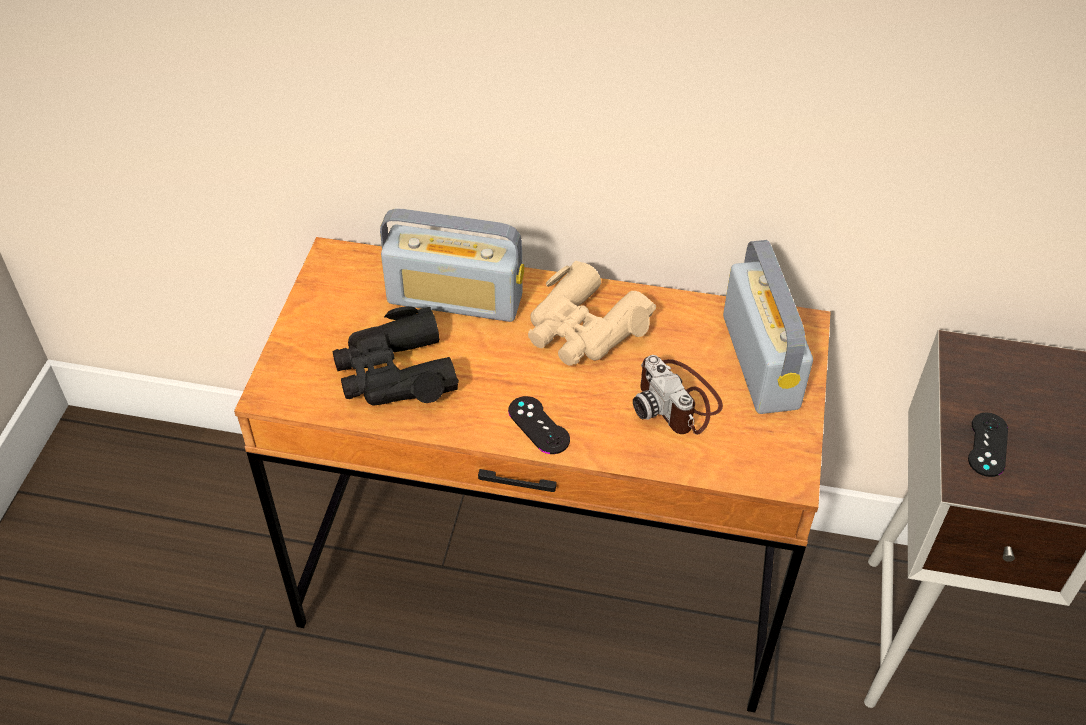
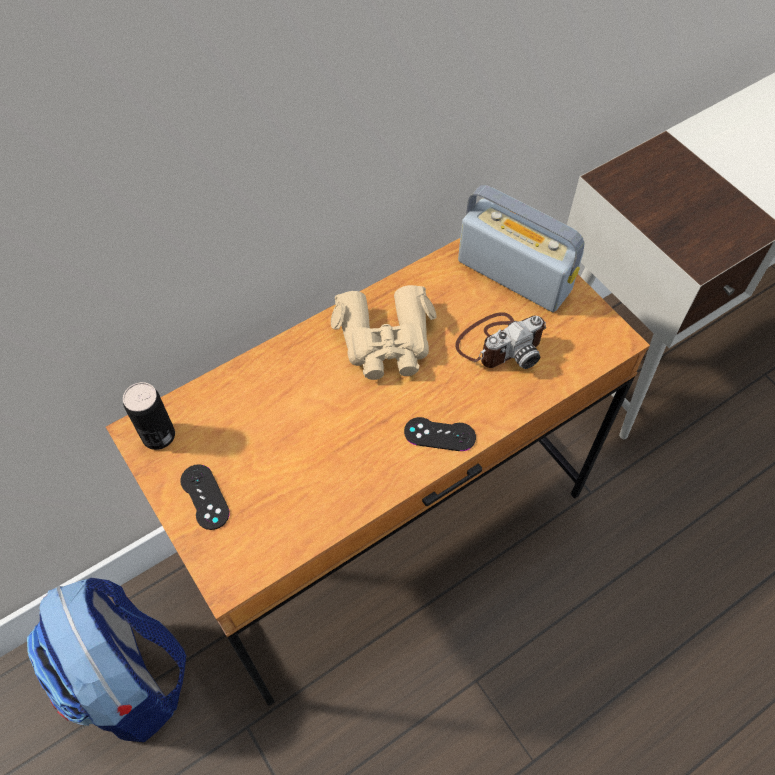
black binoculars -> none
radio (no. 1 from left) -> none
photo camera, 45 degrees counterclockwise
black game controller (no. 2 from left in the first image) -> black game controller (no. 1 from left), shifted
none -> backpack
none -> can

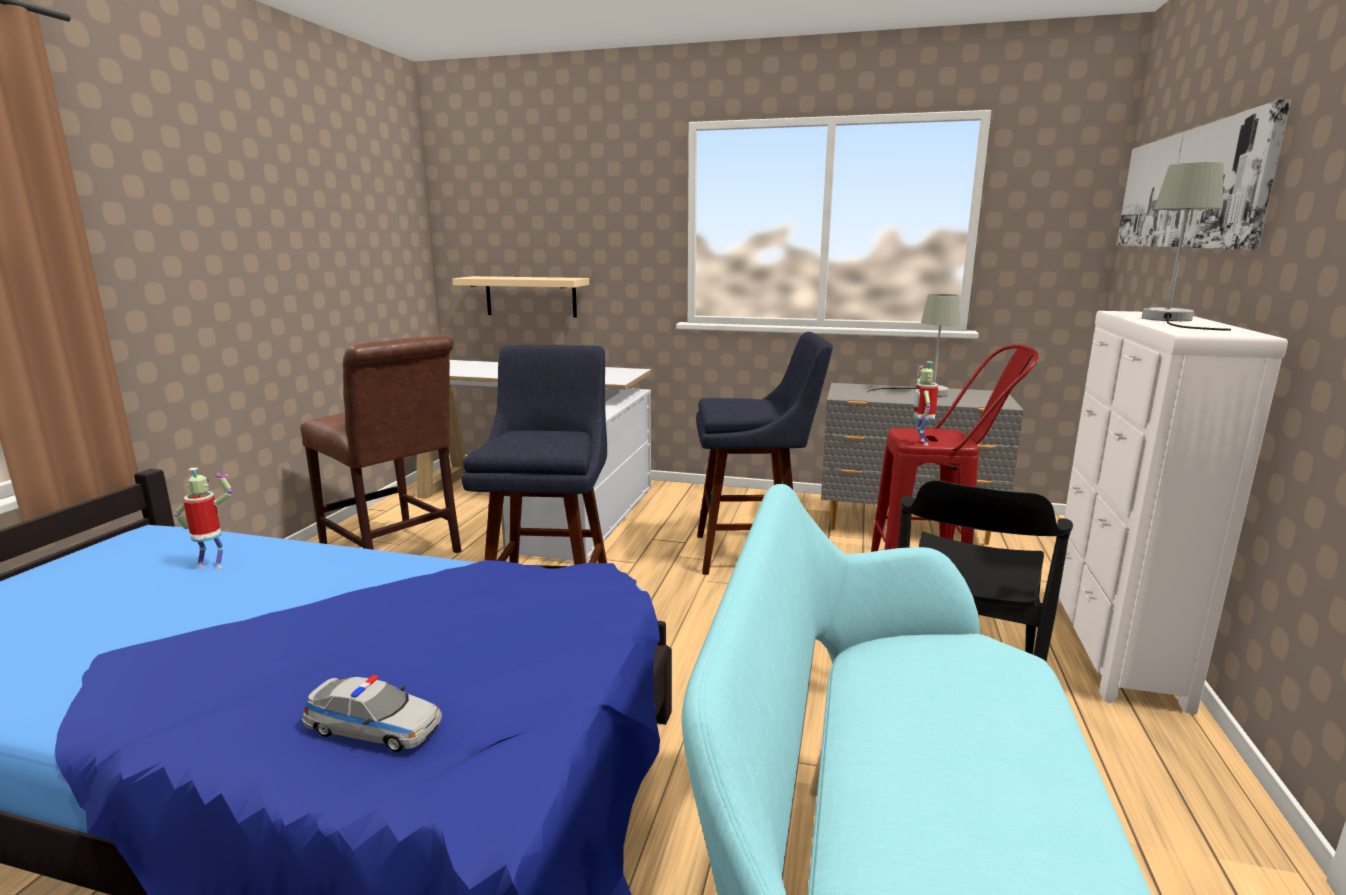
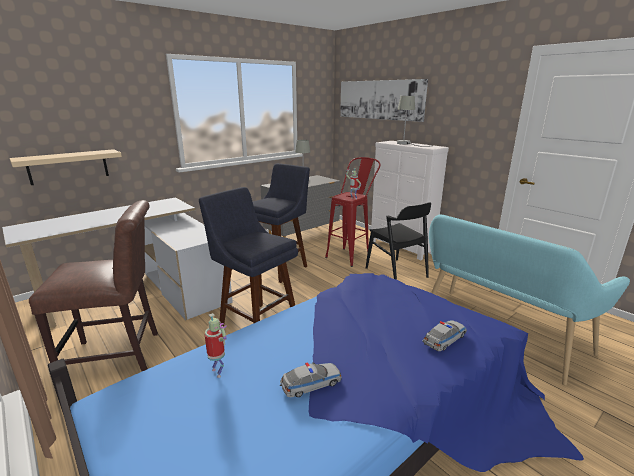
toy robot (no. 1 from left), 105 degrees clockwise
none -> toy car (no. 1 from left)

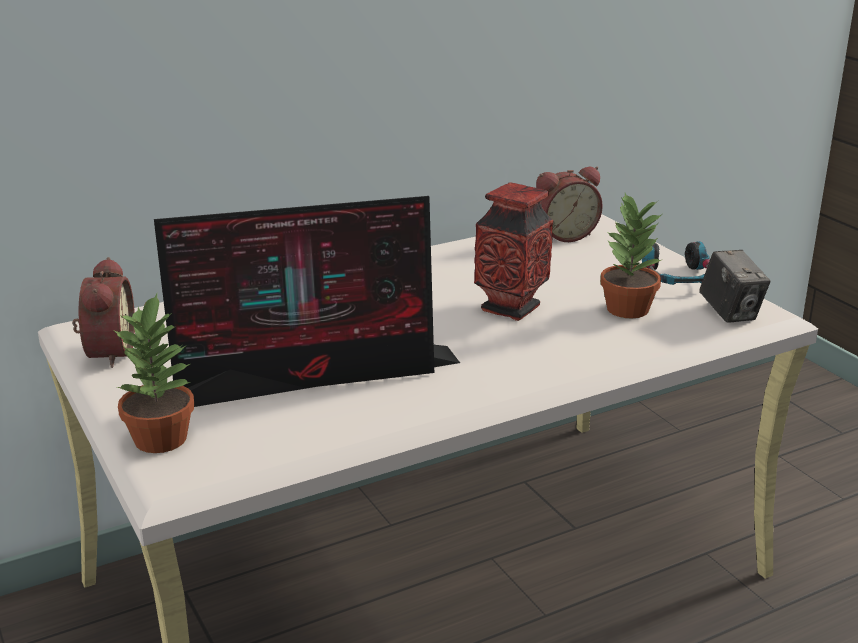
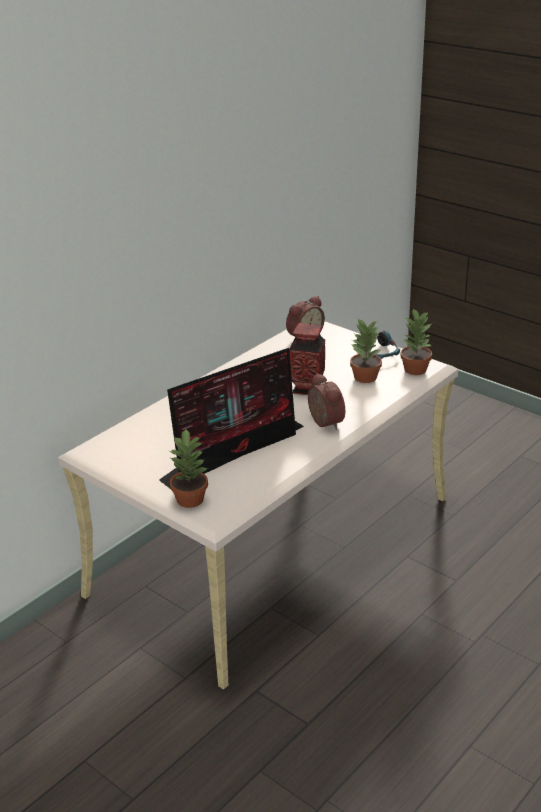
alarm clock (no. 1 from left in the first image) -> alarm clock (no. 2 from left), shifted
photo camera -> potted plant (no. 3 from left)

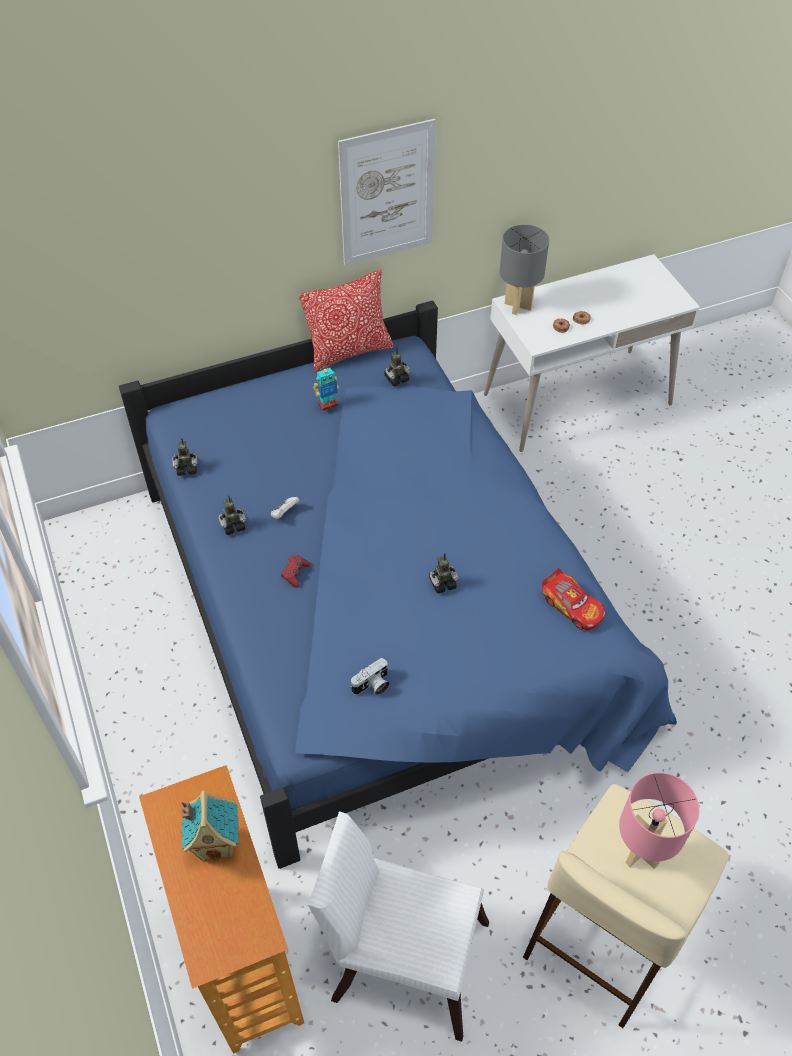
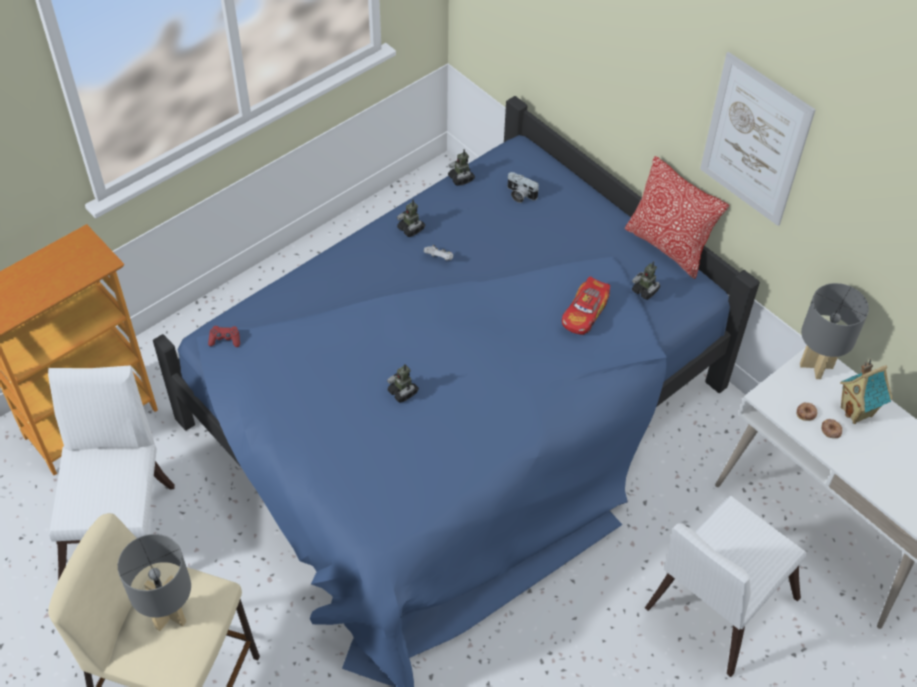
toy house, shifted
red game controller, shifted
toy robot (no. 3 from left) -> none
photo camera, shifted
toy car, shifted
pink table lamp -> grey table lamp (no. 1 from left)
none -> white chair (no. 2 from left)

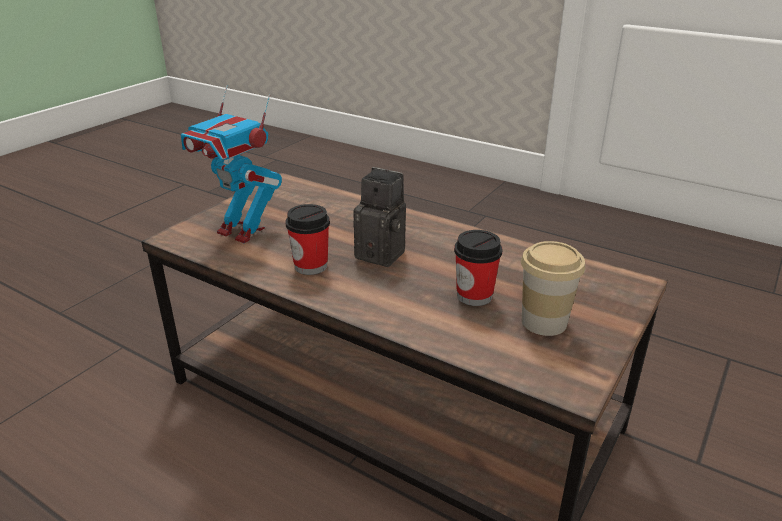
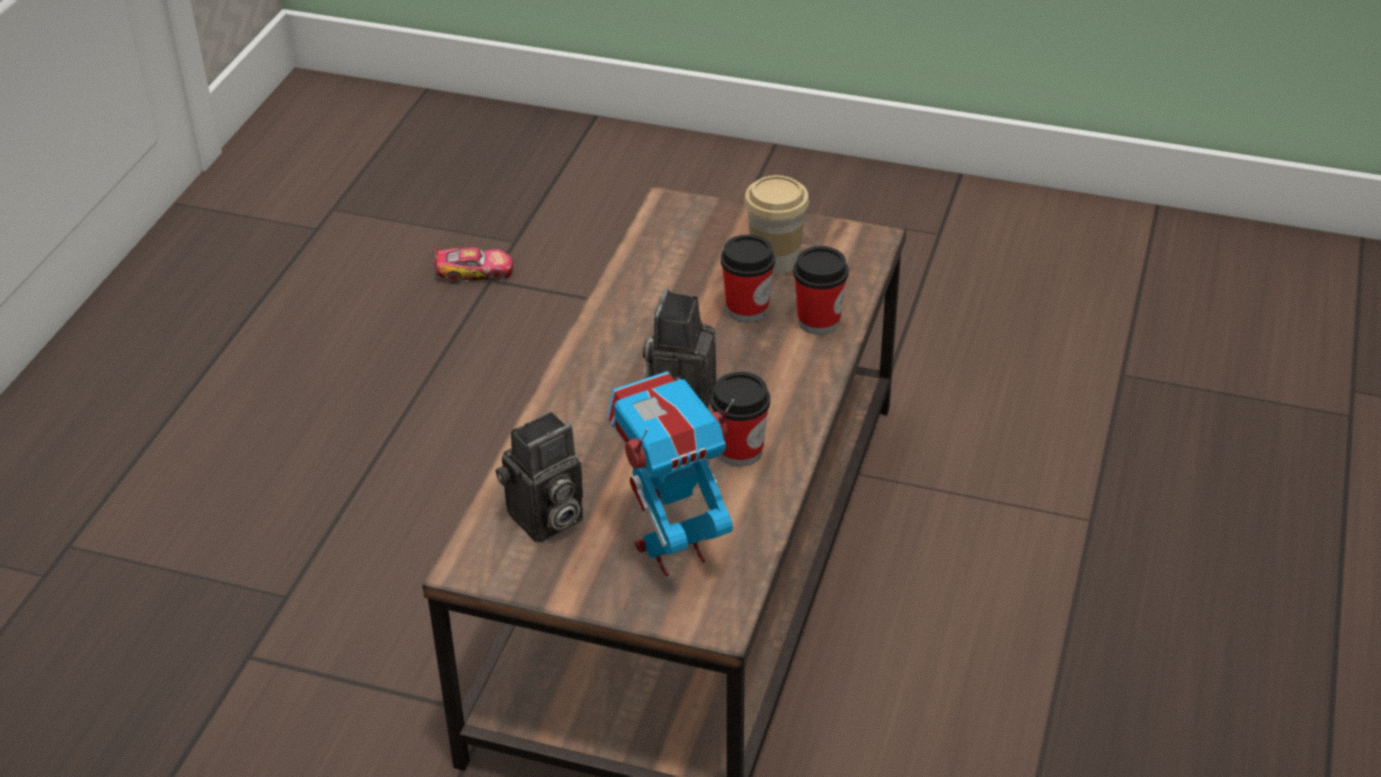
toy robot, 135 degrees counterclockwise
none -> toy car
none -> photo camera (no. 1 from left)
none -> cup (no. 4 from left)

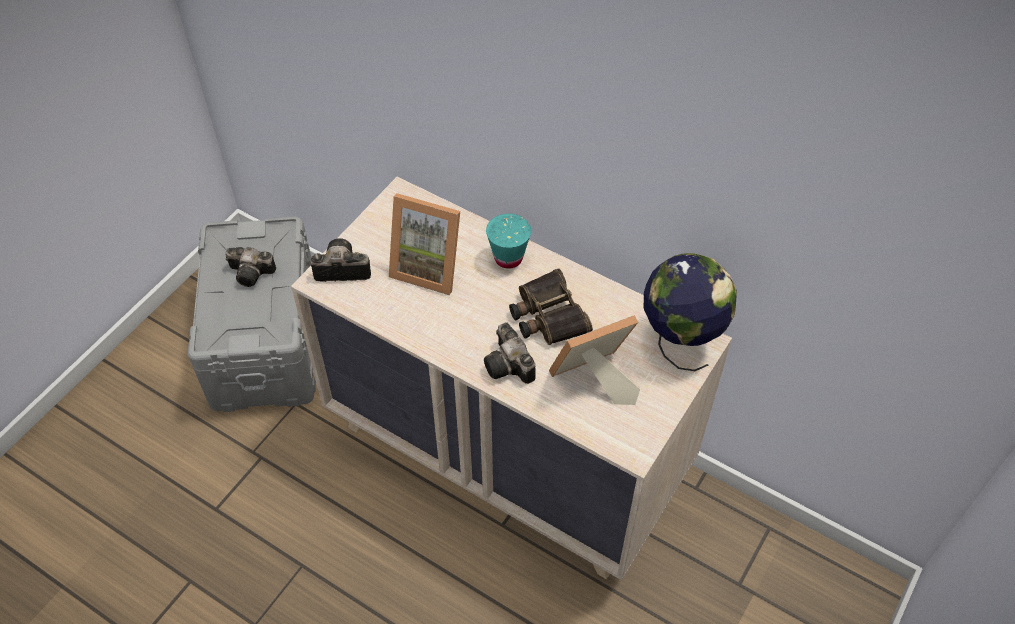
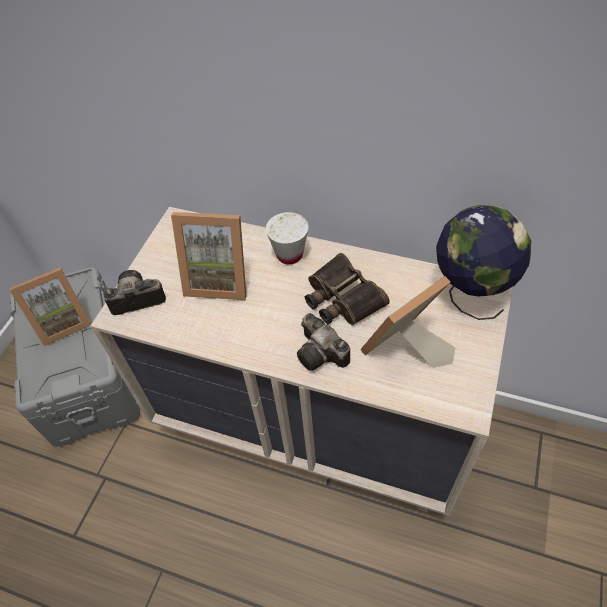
photo camera (no. 1 from left) -> picture frame (no. 1 from left)
turquoise cup -> white cup

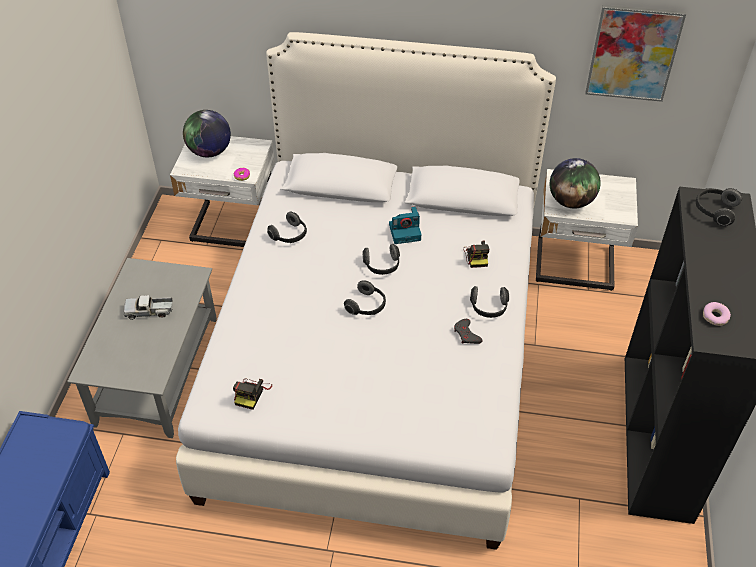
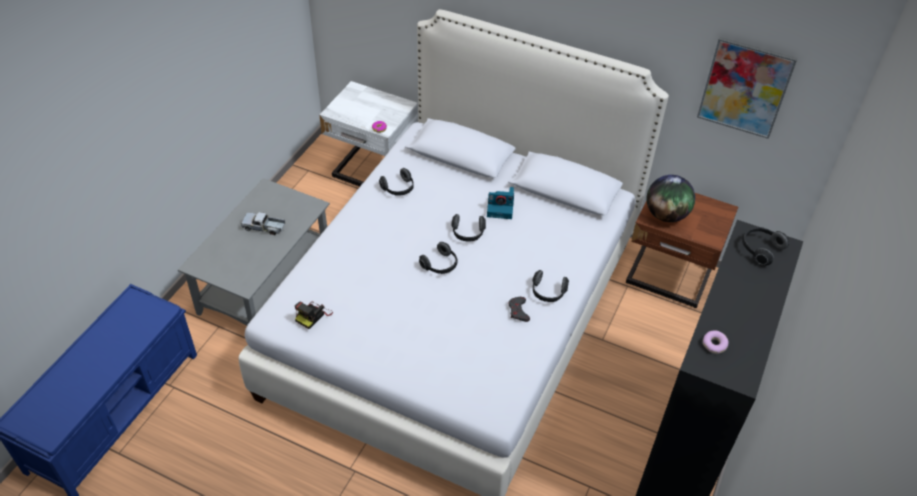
globe (no. 1 from left) -> none
photo camera (no. 3 from left) -> none
white nightstand (no. 2 from left) -> brown nightstand

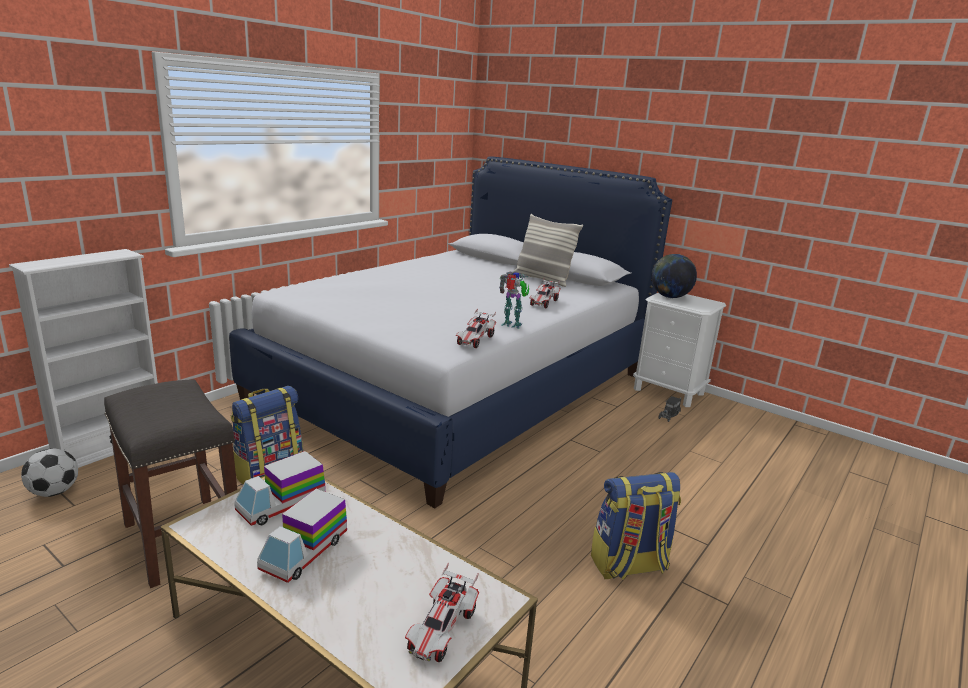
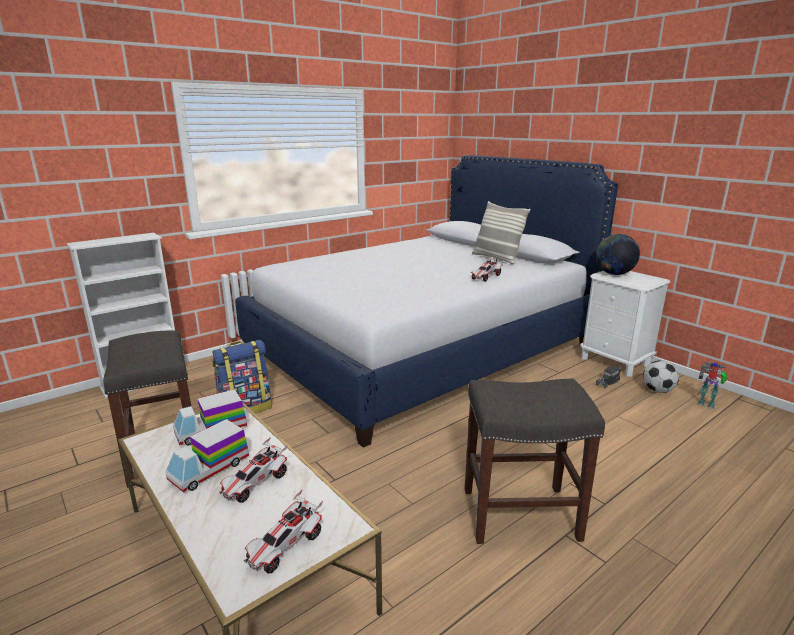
football, shifted
toy car (no. 2 from left in the first image) -> toy car (no. 1 from left), shifted
toy robot, shifted
backpack (no. 2 from left) -> grey stool (no. 2 from left)

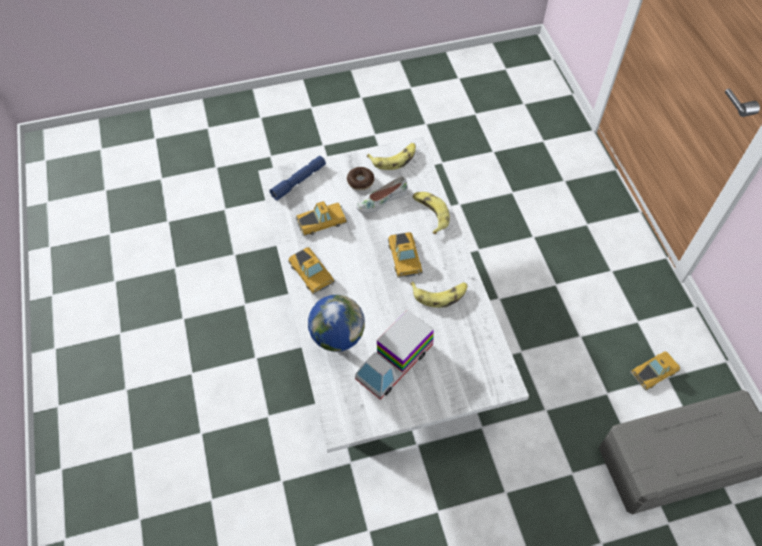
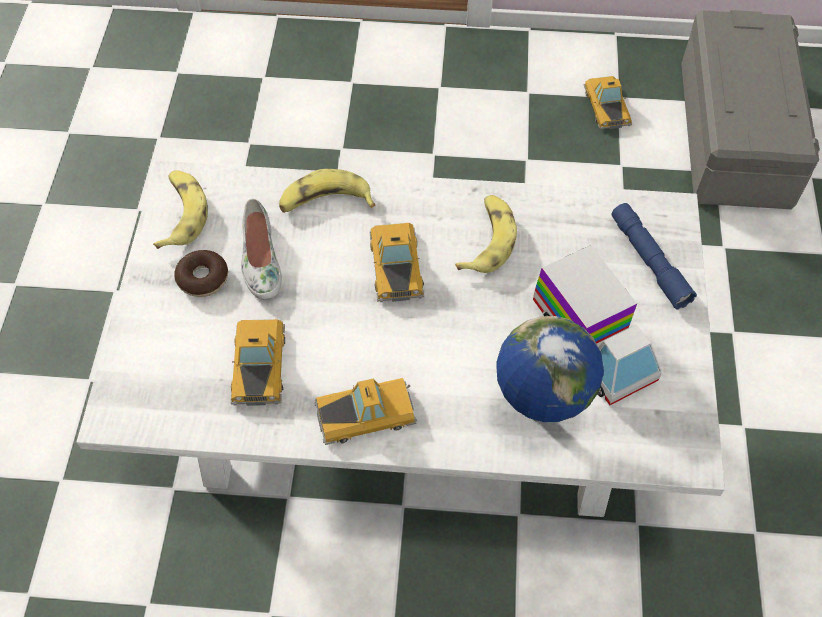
blue flashlight, shifted
toy car (no. 3 from left), 105 degrees counterclockwise

